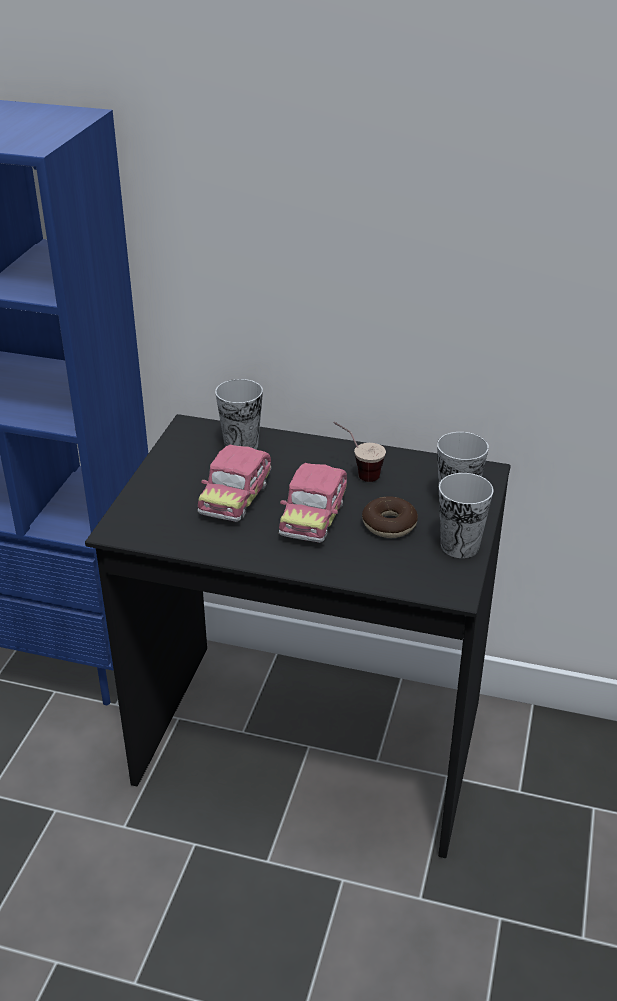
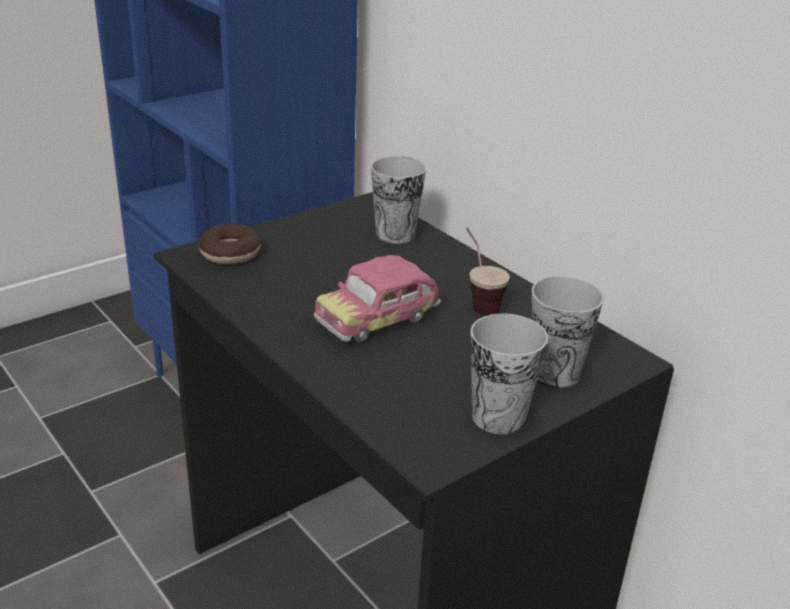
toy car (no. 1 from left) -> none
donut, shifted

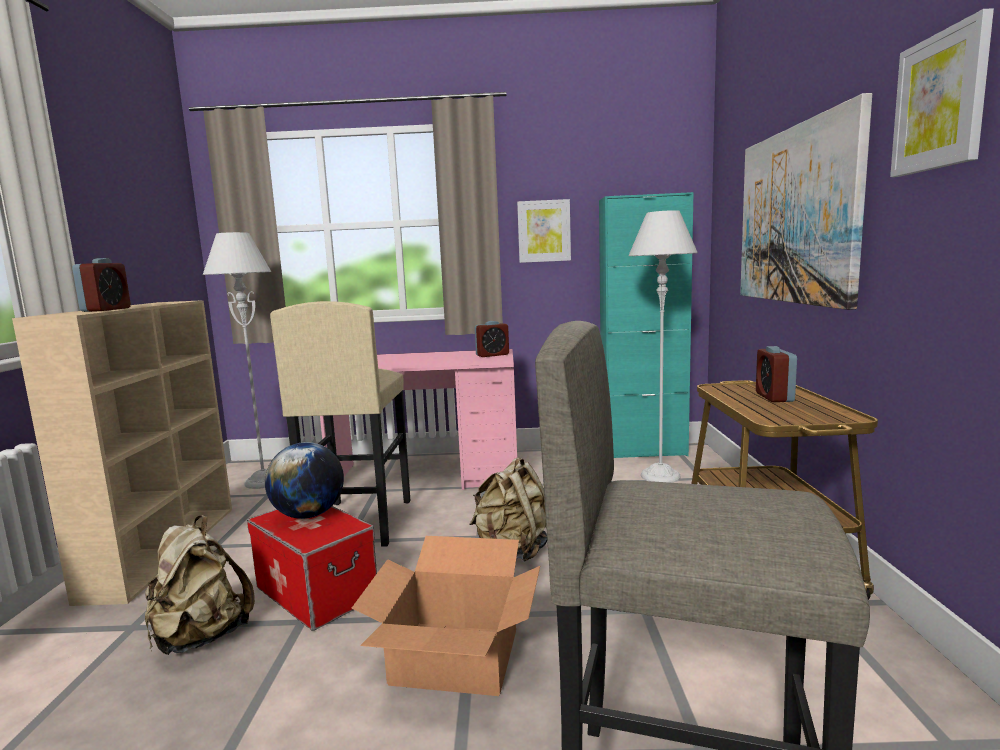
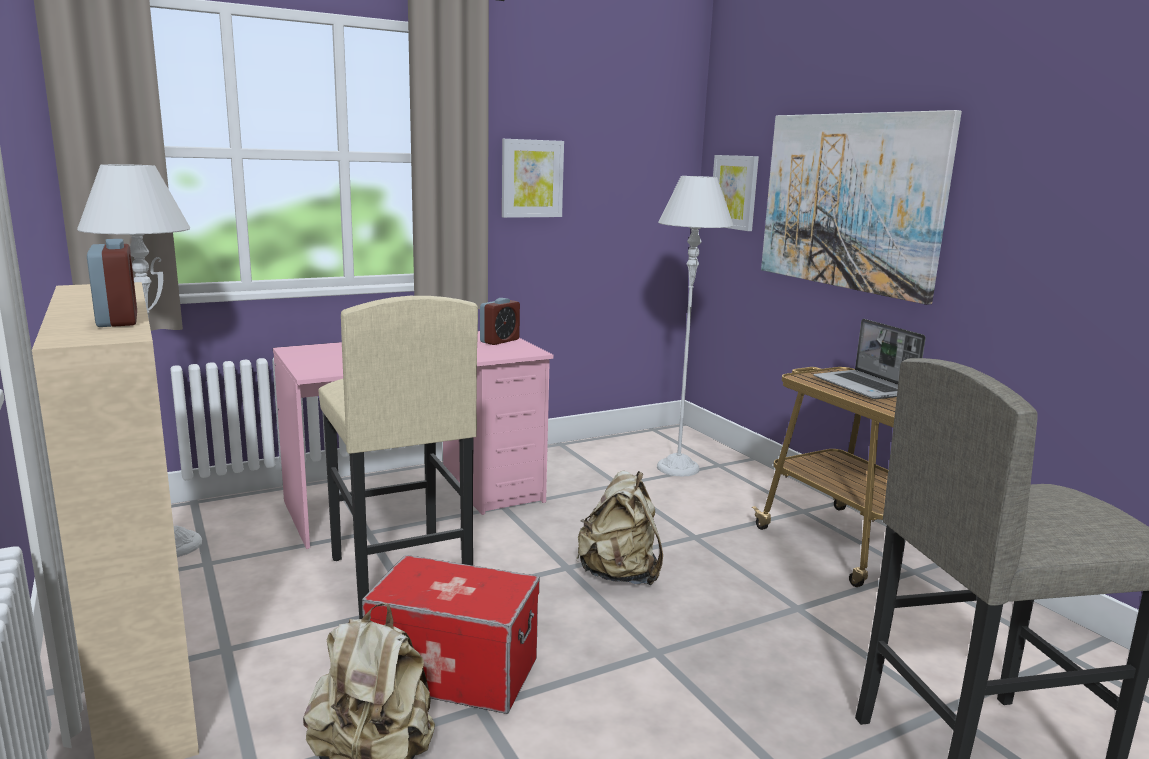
globe -> none
cardboard box -> none
turquoise cabinet -> none
alarm clock (no. 3 from left) -> laptop
picture (no. 3 from left in the first image) -> picture (no. 2 from left), shifted

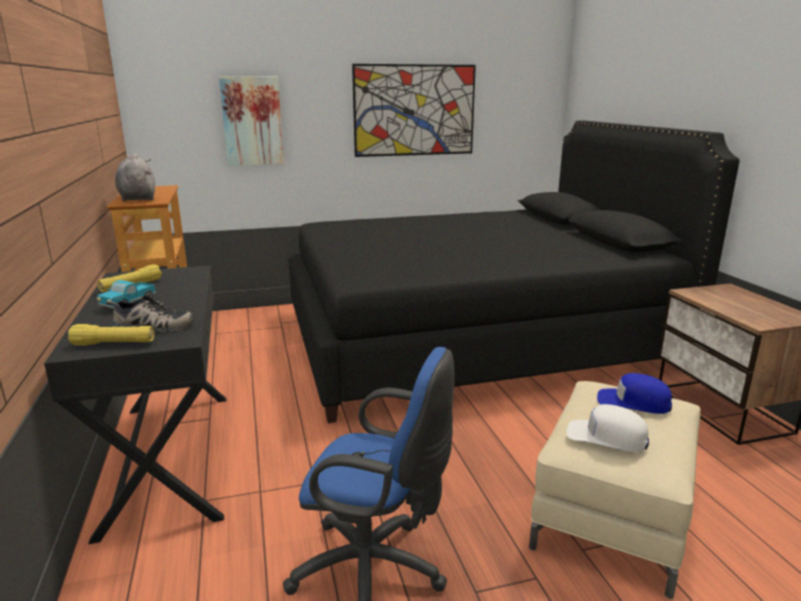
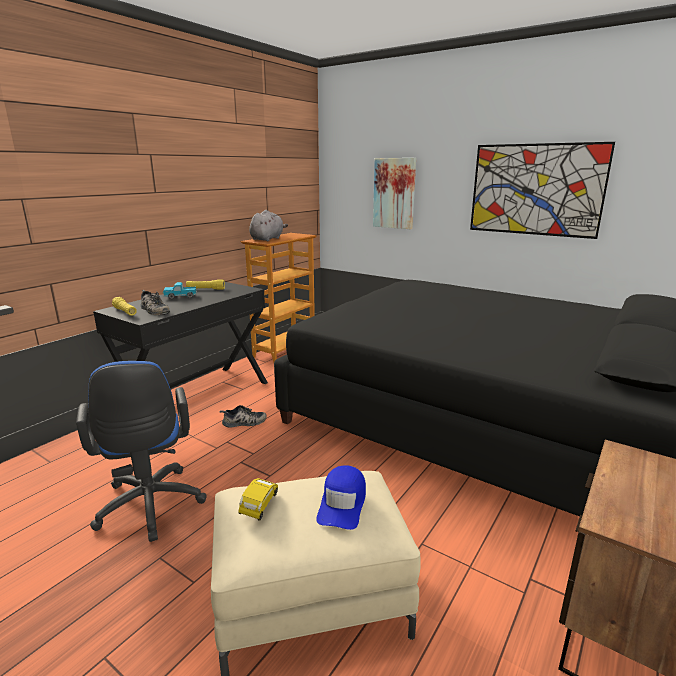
white cap -> yellow toy car
blue cap, 150 degrees counterclockwise
none -> shoe (no. 2 from left)

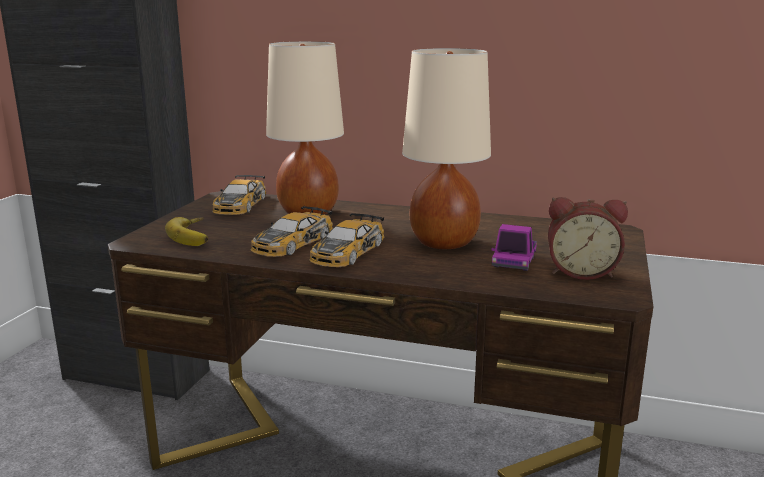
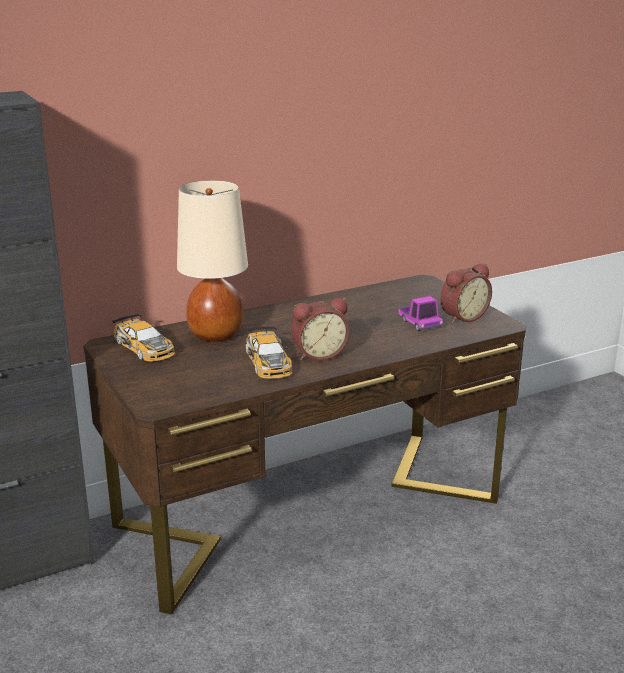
banana -> none
toy car (no. 3 from left) -> alarm clock (no. 1 from left)
beige table lamp (no. 2 from left) -> none

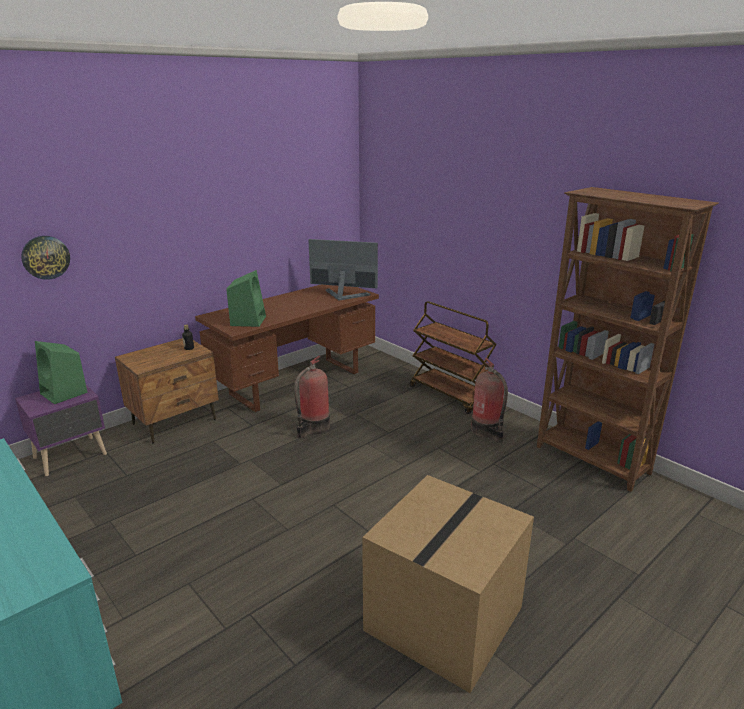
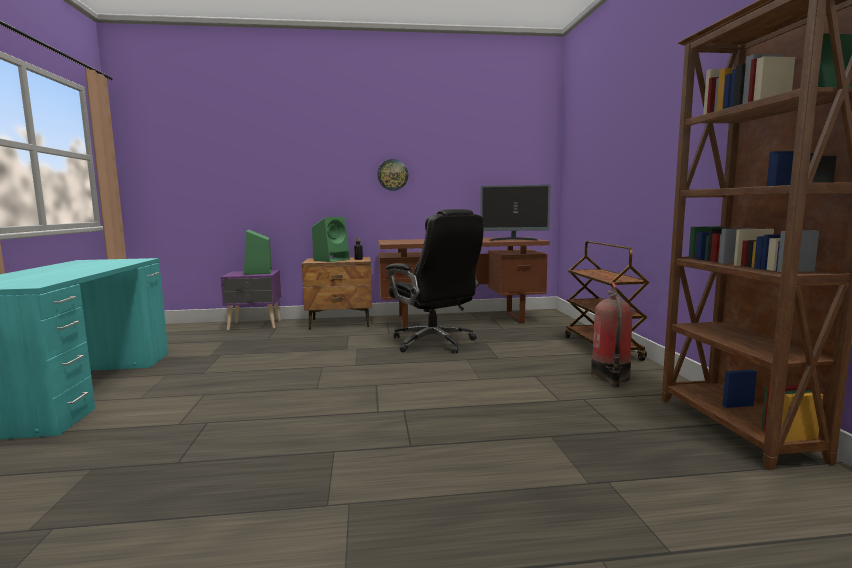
wall clock, shifted
green speaker (no. 2 from left), shifted
fire extinguisher (no. 1 from left) -> black office chair
monitor, 135 degrees clockwise
cardboard box -> none

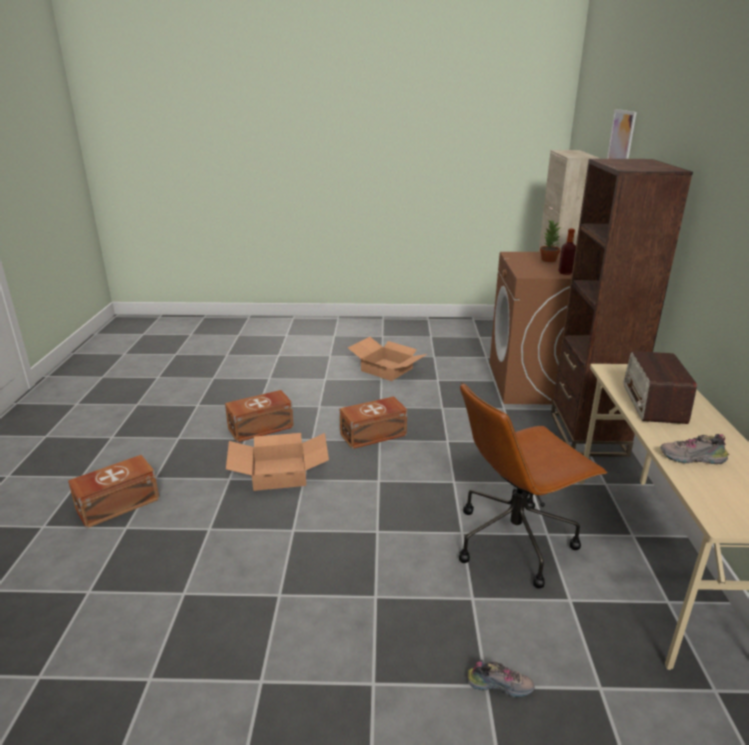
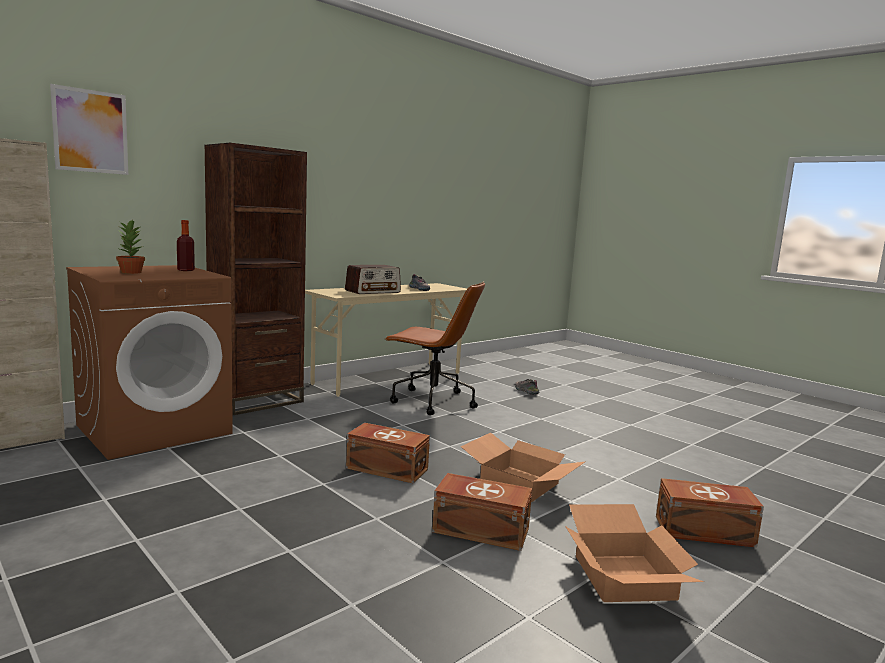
cardboard box (no. 2 from left), shifted

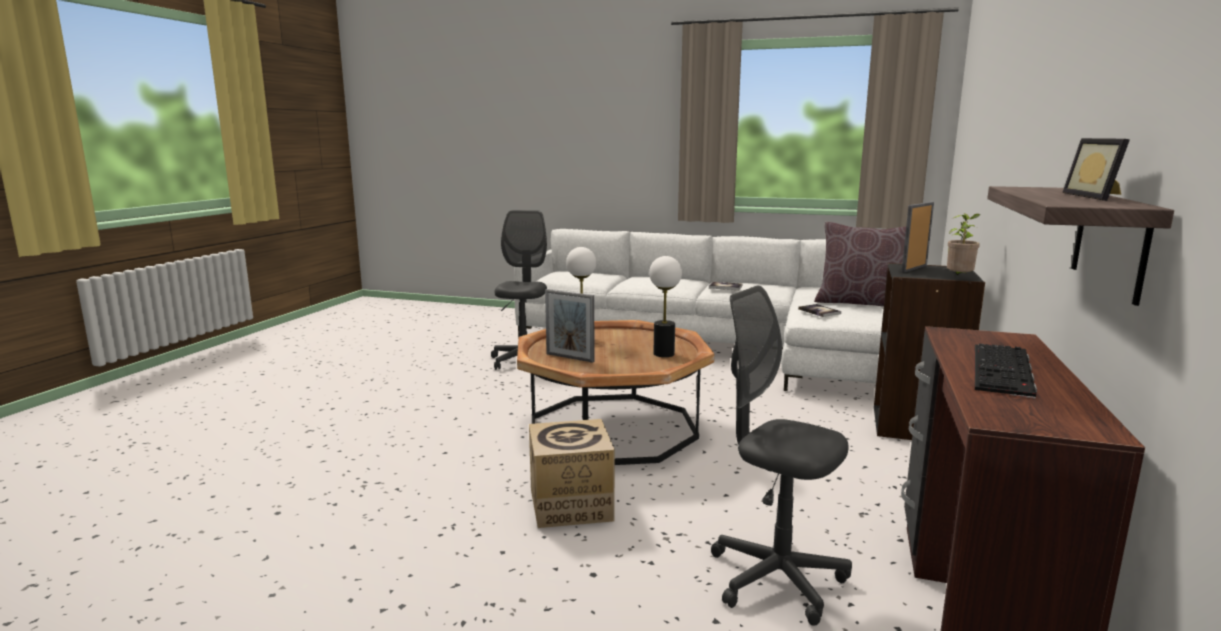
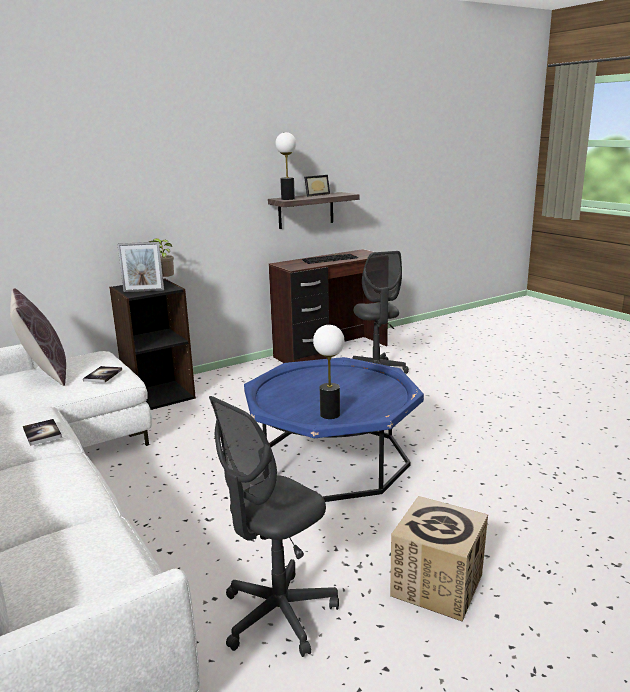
brown coffee table -> blue coffee table
cardboard box, shifted
picture frame (no. 1 from left) -> none
table lamp (no. 2 from left in the first image) -> table lamp (no. 1 from left), shifted

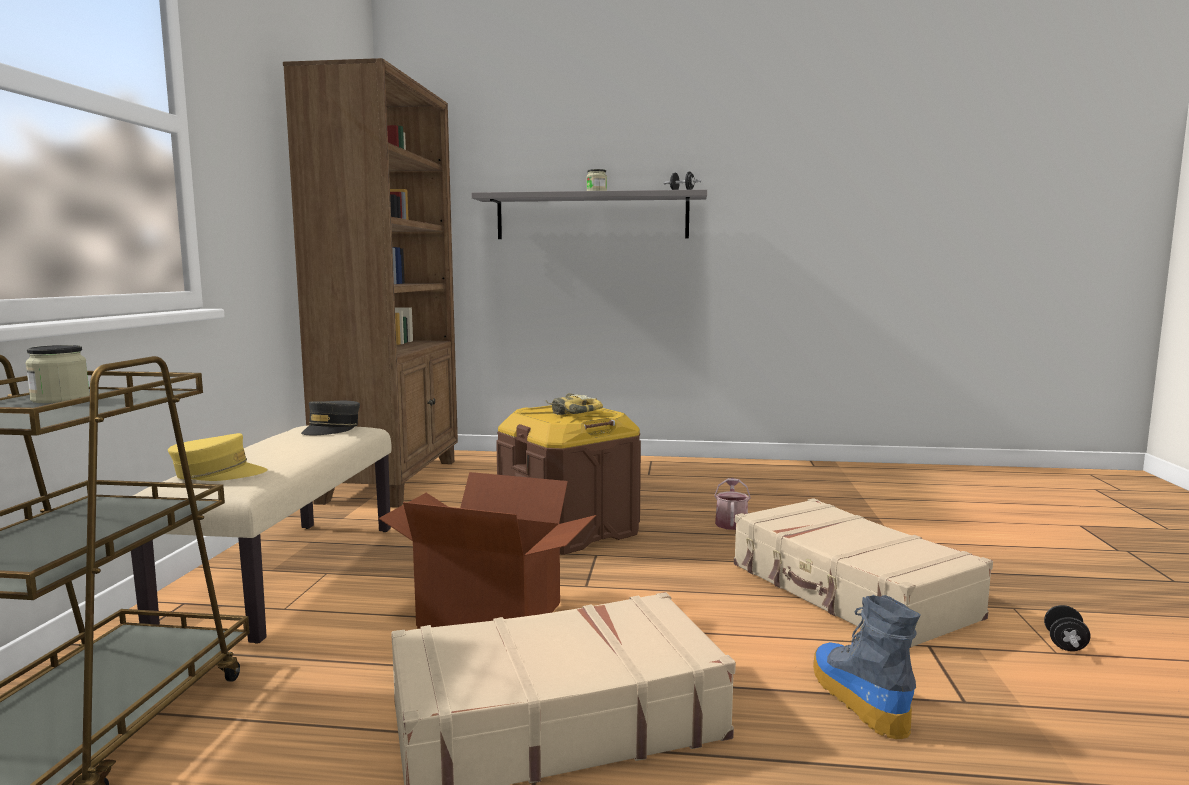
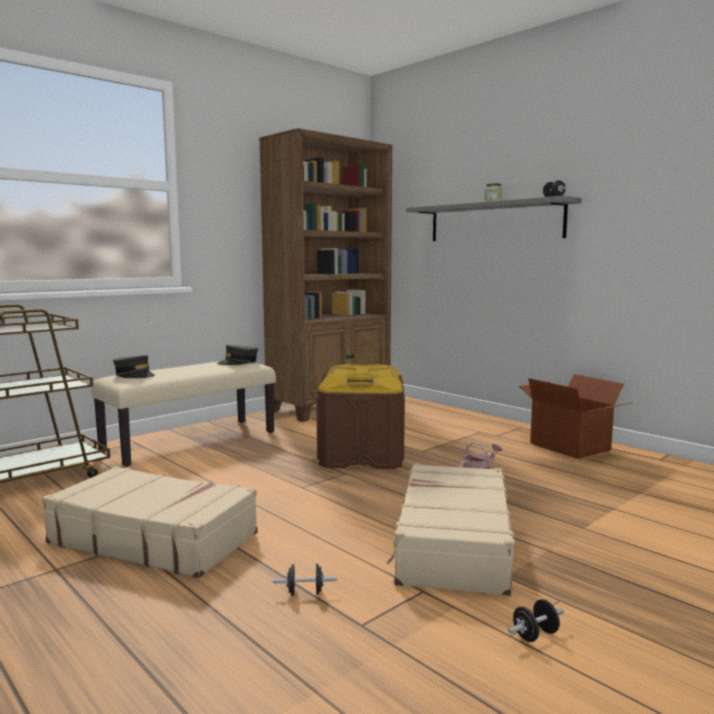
jar (no. 1 from left) -> none
yellow cap -> grey cap (no. 1 from left)
cardboard box, shifted
power drill -> none
boot -> black dumbbell (no. 1 from left)

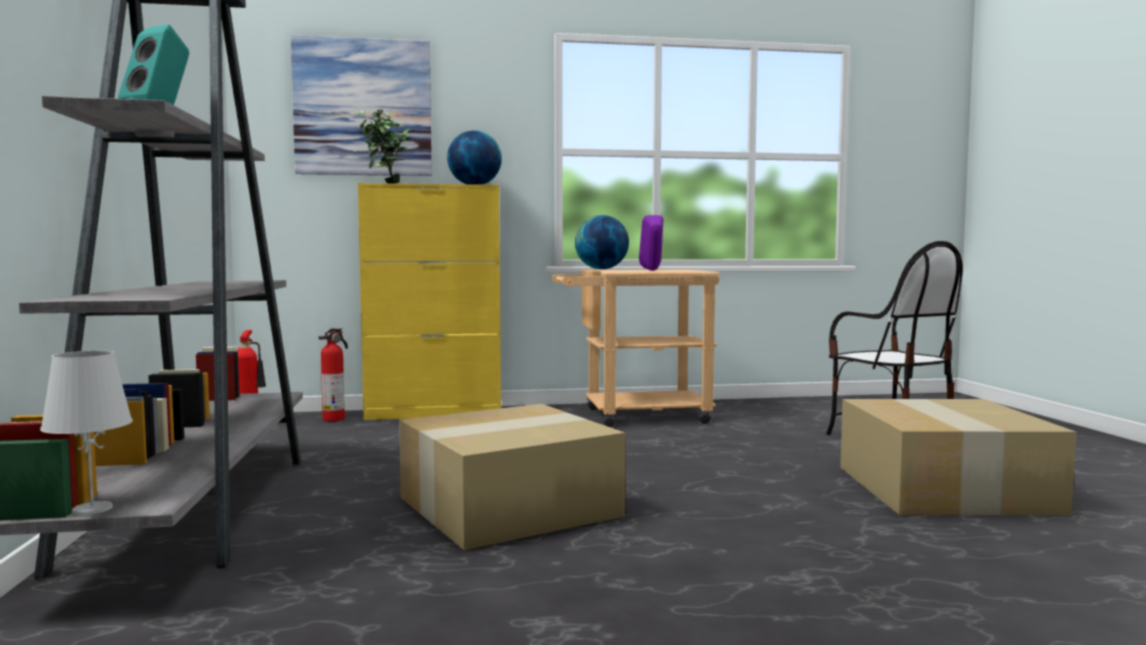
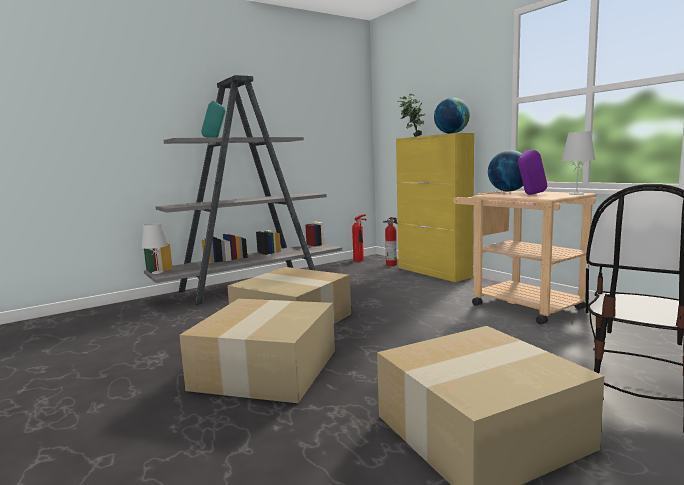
picture -> none
none -> cardboard box (no. 1 from left)
none -> white table lamp (no. 2 from left)

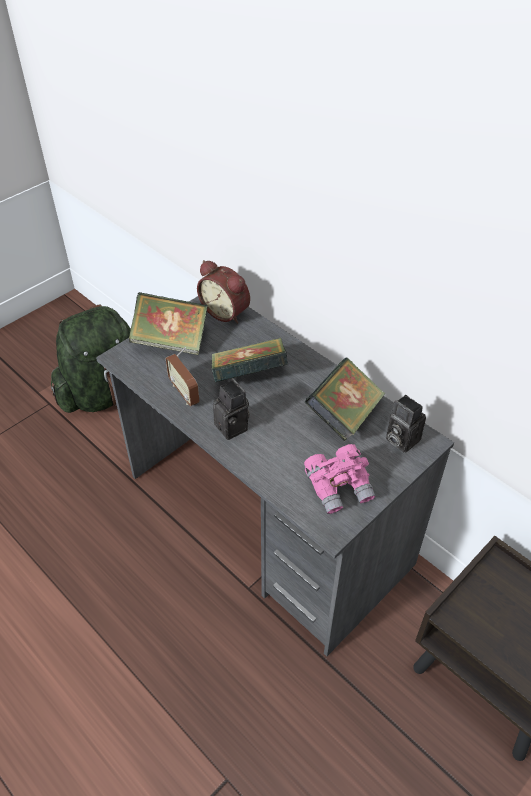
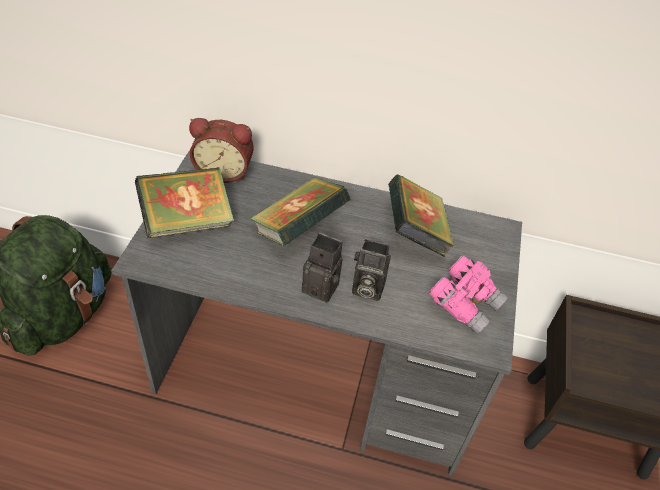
radio -> none
photo camera (no. 2 from left), shifted

